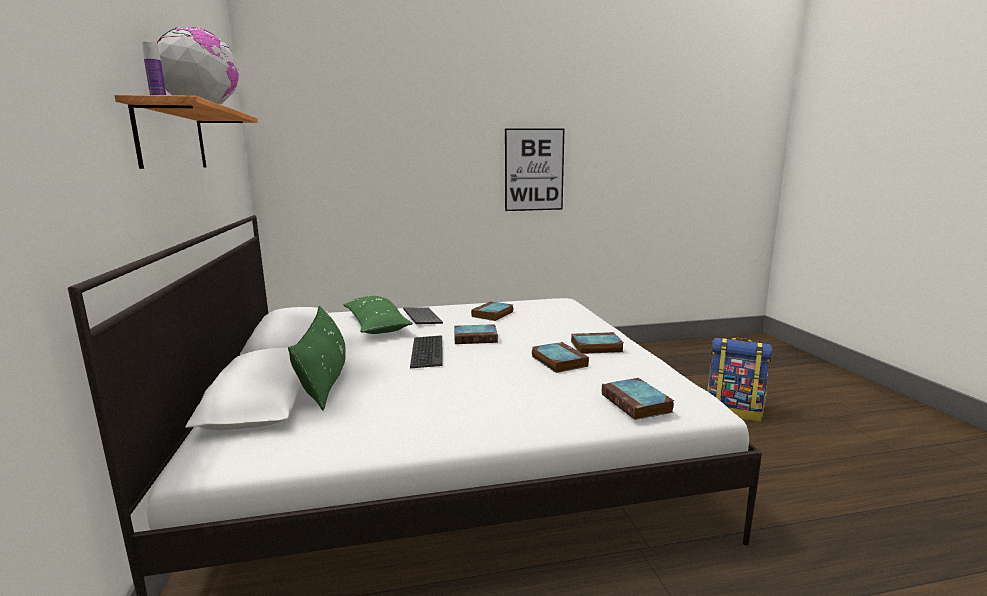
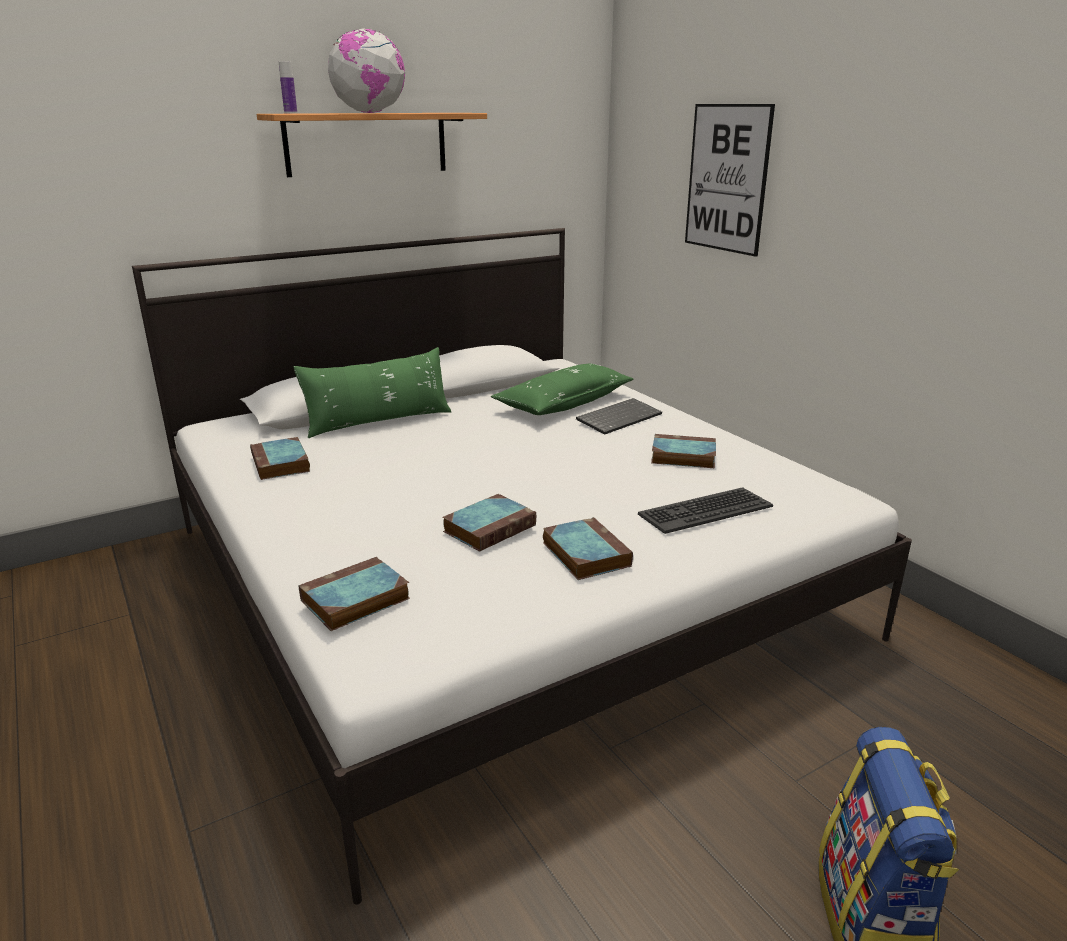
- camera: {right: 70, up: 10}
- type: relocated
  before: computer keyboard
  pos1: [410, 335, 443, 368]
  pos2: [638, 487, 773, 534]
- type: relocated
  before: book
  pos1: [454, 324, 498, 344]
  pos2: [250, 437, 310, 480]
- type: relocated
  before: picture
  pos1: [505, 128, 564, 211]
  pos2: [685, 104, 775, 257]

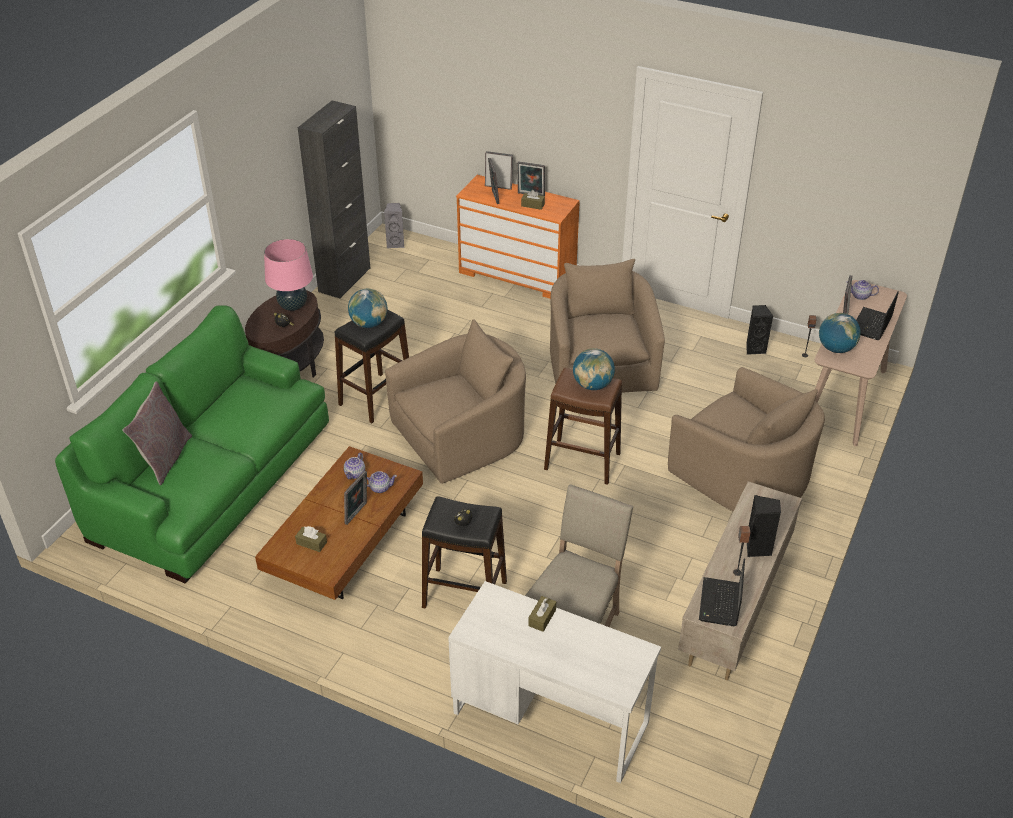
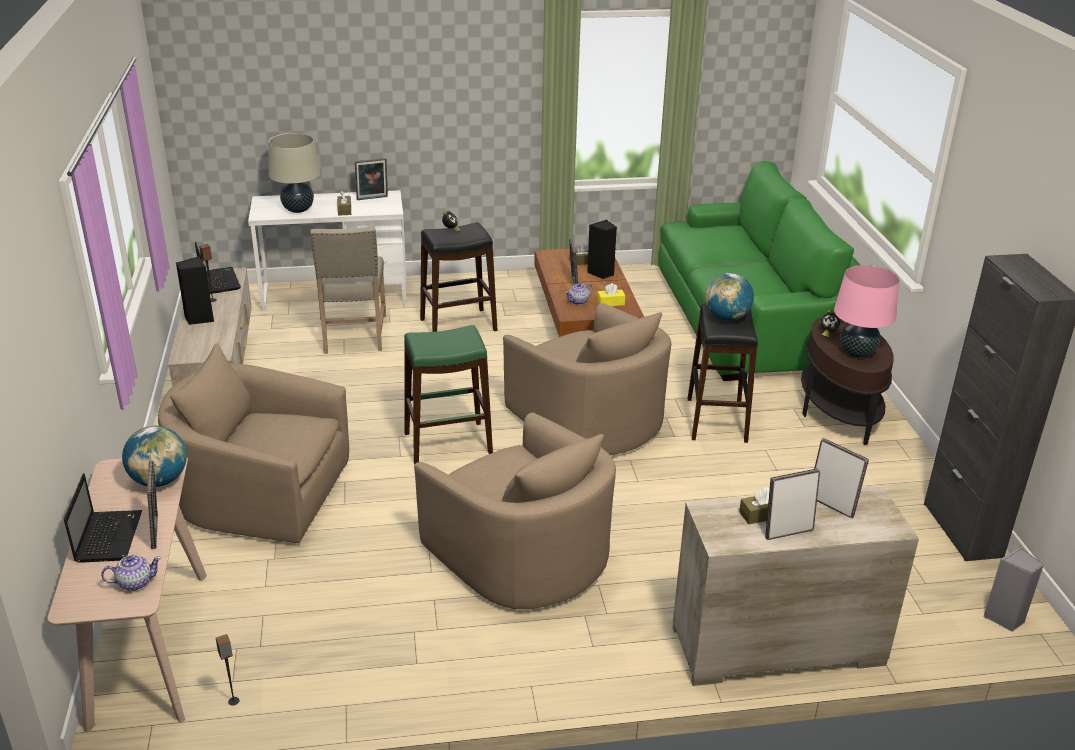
- camera: {right: 145, up: -10}
- type: missing
  before: cushion (grey)
  pos1: [123, 381, 192, 485]
- type: exchanged
  before: pot for tea
  after: tissue holder (yellowish)
  pos1: [344, 453, 365, 479]
  pos2: [597, 283, 625, 306]
- type: spun
  before: armchair (beige)
  pos1: [385, 319, 526, 484]
  pos2: [503, 303, 671, 455]
  turn: -60
- type: colour
  before: drawer chest (orangey)
  after: drawer chest (beige)
  pos1: [456, 175, 580, 299]
  pos2: [672, 486, 919, 686]
- type: relocated
  before: standing frame
  pos1: [485, 151, 513, 190]
  pos2: [355, 158, 388, 200]
- type: colour
  before: stool seat (brownish)
  after: stool seat (green-coloured)
  pos1: [544, 368, 622, 485]
  pos2: [404, 325, 493, 465]
- type: missing
  before: world globe
  pos1: [573, 348, 615, 390]
- type: relocated
  before: loudspeaker (black)
  pos1: [746, 305, 773, 355]
  pos2: [587, 220, 617, 279]
- type: appeared
  after: lamp for a table (beige)
  pos2: [268, 133, 320, 213]

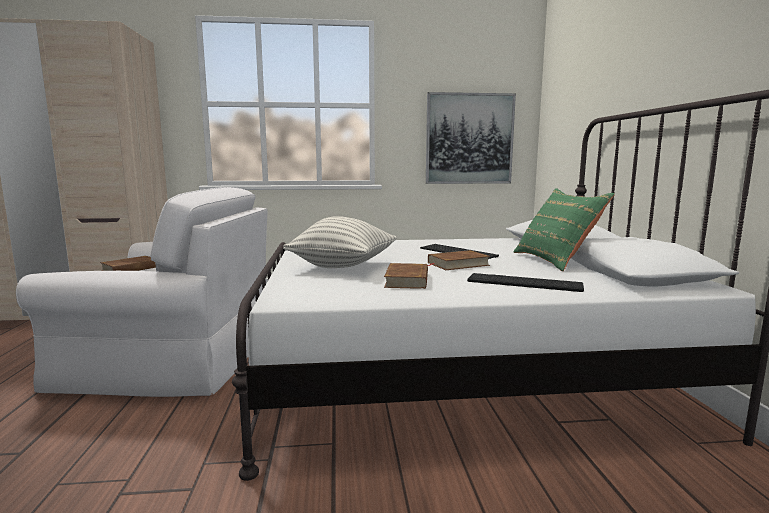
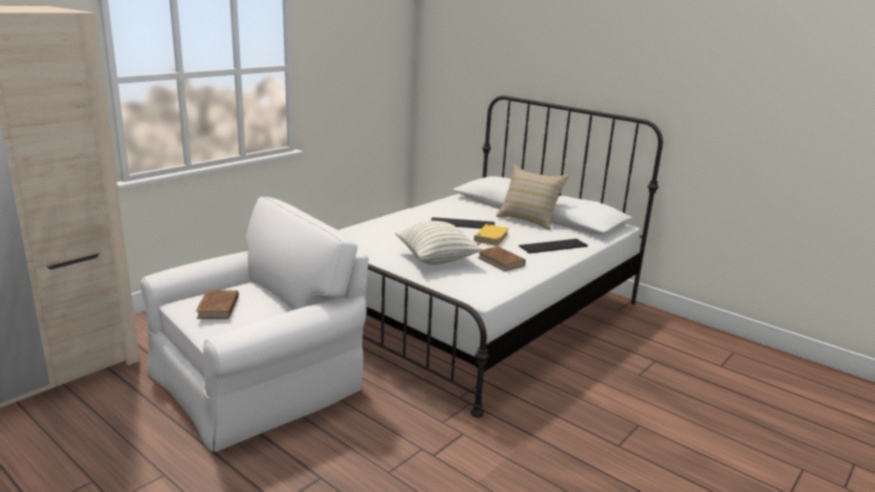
- camera: {right: -45, up: 10}
- type: missing
  before: picture
  pos1: [426, 92, 516, 184]
- type: colour
  before: book (brownish)
  after: book (yellowish)
  pos1: [428, 250, 490, 270]
  pos2: [474, 224, 509, 246]
- type: colour
  before: cushion (green-coloured)
  after: cushion (beige)
  pos1: [514, 188, 615, 271]
  pos2: [496, 165, 569, 230]

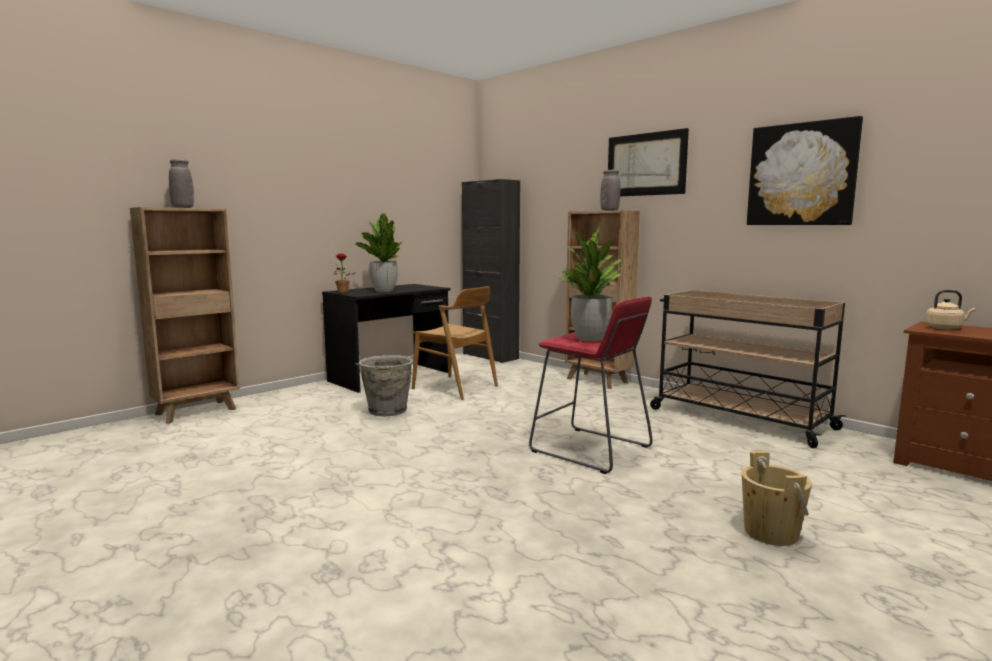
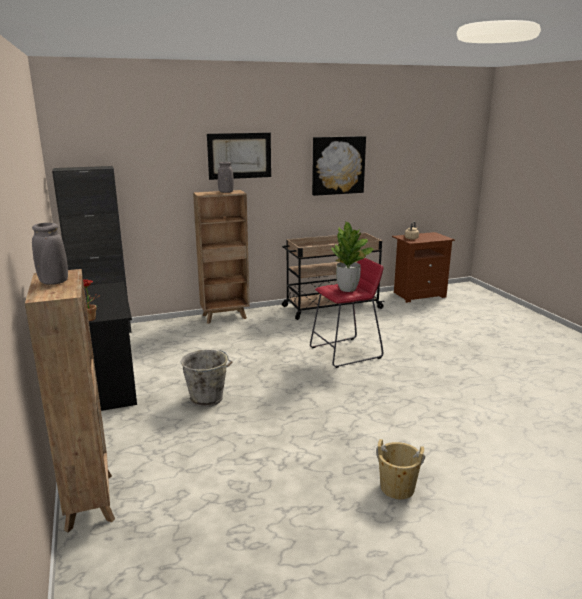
- camera: {right: -65, up: 10}
- type: missing
  before: houseplant
  pos1: [355, 213, 402, 292]
- type: missing
  before: chair (brownish)
  pos1: [412, 286, 498, 400]
- type: relocated
  before: pail (beige)
  pos1: [741, 451, 812, 546]
  pos2: [376, 439, 425, 499]

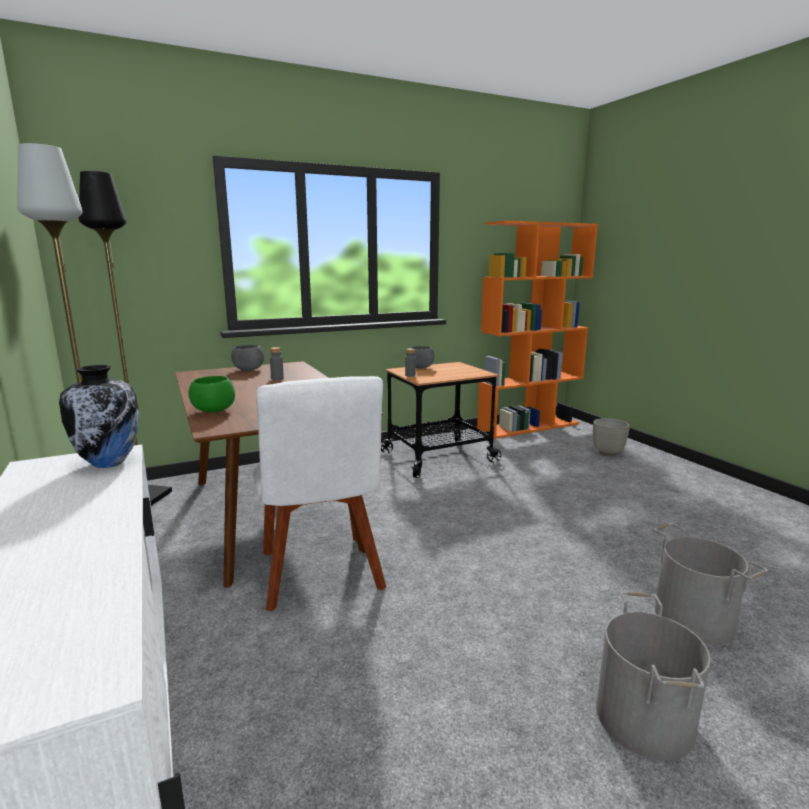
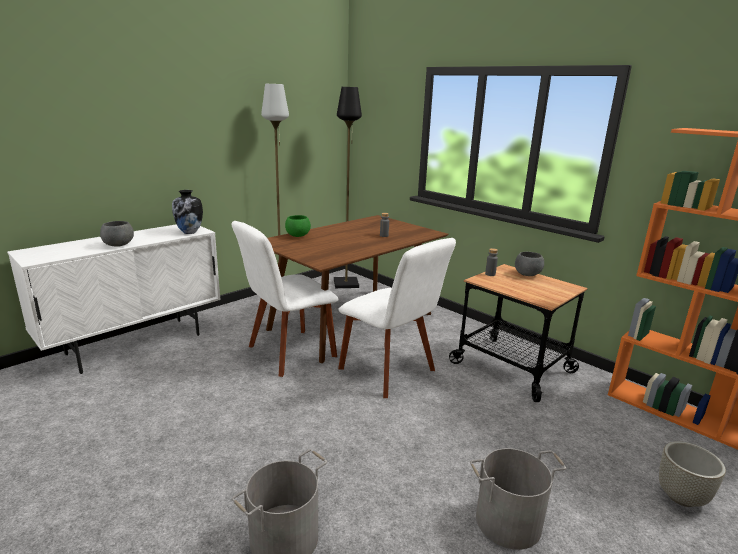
- camera: {right: 70, up: 5}
- type: relocated
  before: deep dish (grey)
  pos1: [231, 345, 264, 371]
  pos2: [100, 221, 134, 246]
- type: relocated
  before: pail (grey)
  pos1: [596, 592, 710, 761]
  pos2: [470, 448, 566, 550]
- type: appeared
  after: chair (white-coloured)
  pos2: [338, 238, 456, 398]

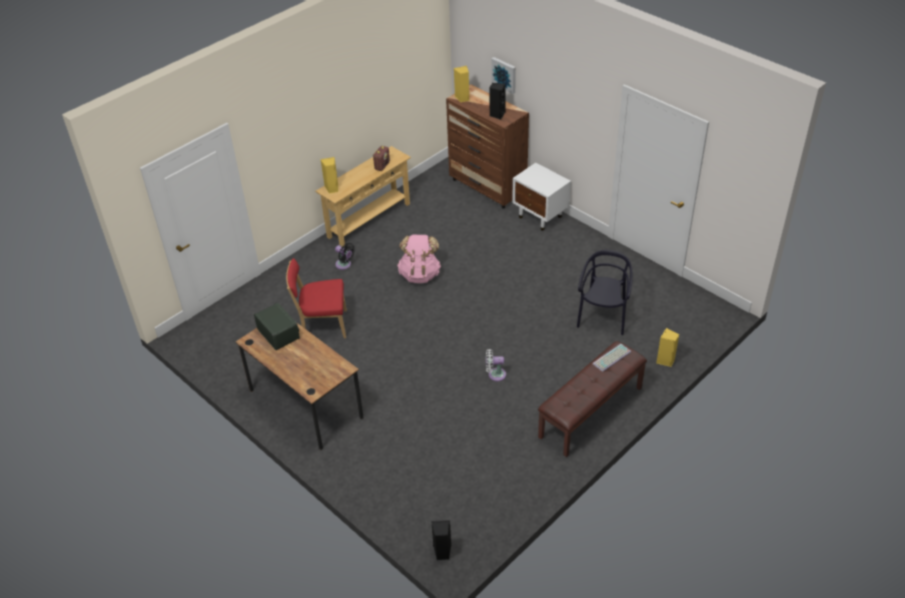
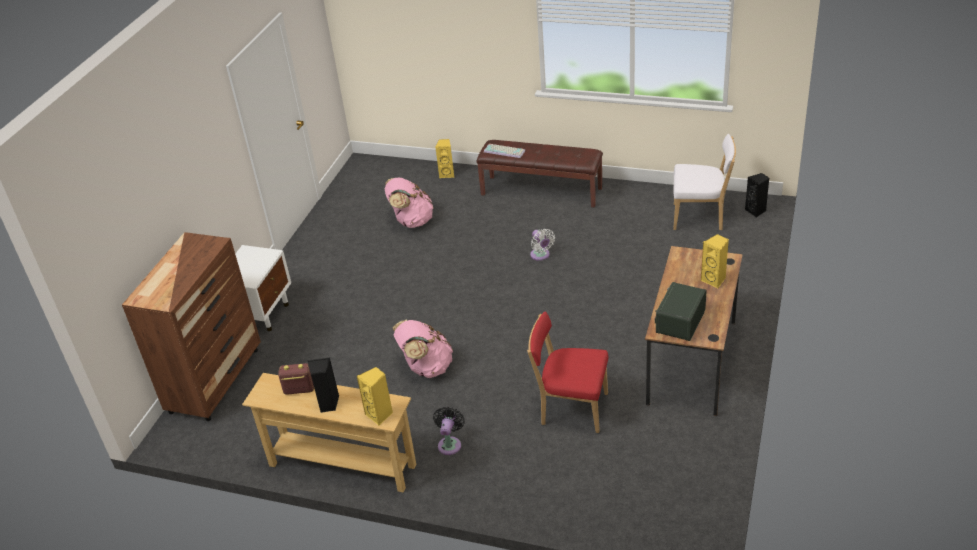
- camera: {right: -115, up: -5}
- type: spun
  before: chair (red)
  pos1: [286, 258, 347, 338]
  pos2: [527, 311, 608, 433]
  turn: 135
- type: relocated
  before: loudspeaker (yellowish)
  pos1: [454, 66, 469, 102]
  pos2: [701, 234, 729, 289]
- type: relocated
  before: loudspeaker (black)
  pos1: [489, 83, 506, 120]
  pos2: [307, 357, 339, 413]
- type: missing
  before: picture
  pos1: [491, 57, 516, 94]
- type: exchanged
  before: chair (black)
  after: rucksack (pinkish)
  pos1: [577, 250, 633, 335]
  pos2: [385, 178, 433, 228]
- type: appeared
  after: chair (white-coloured)
  pos2: [673, 134, 736, 230]

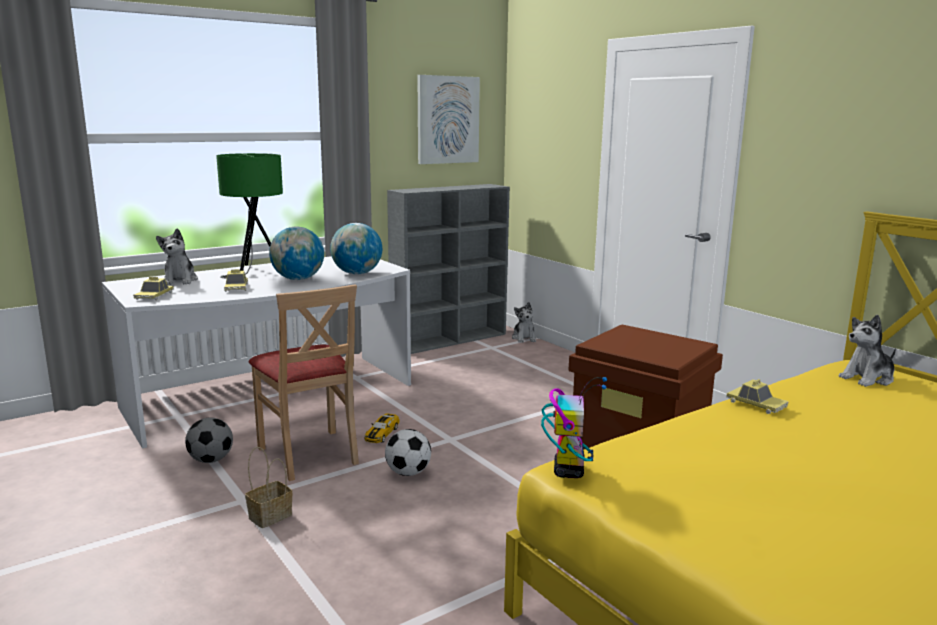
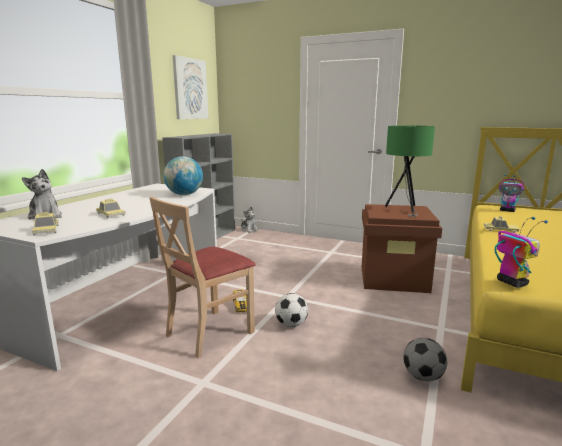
- camera: {right: -30, up: 0}
- type: relocated
  before: football ball
  pos1: [185, 417, 233, 463]
  pos2: [403, 338, 447, 381]
- type: relocated
  before: lamp for a table (green-coloured)
  pos1: [216, 153, 283, 278]
  pos2: [385, 125, 435, 217]
- type: missing
  before: household basket
  pos1: [245, 447, 293, 528]
- type: spun
  before: chair (beige)
  pos1: [249, 284, 359, 481]
  pos2: [149, 197, 256, 358]
  turn: 105
- type: missing
  before: world globe
  pos1: [269, 227, 324, 280]
- type: exchanged
  before: cuddly toy
  after: robot figure
  pos1: [839, 315, 896, 387]
  pos2: [499, 174, 524, 212]

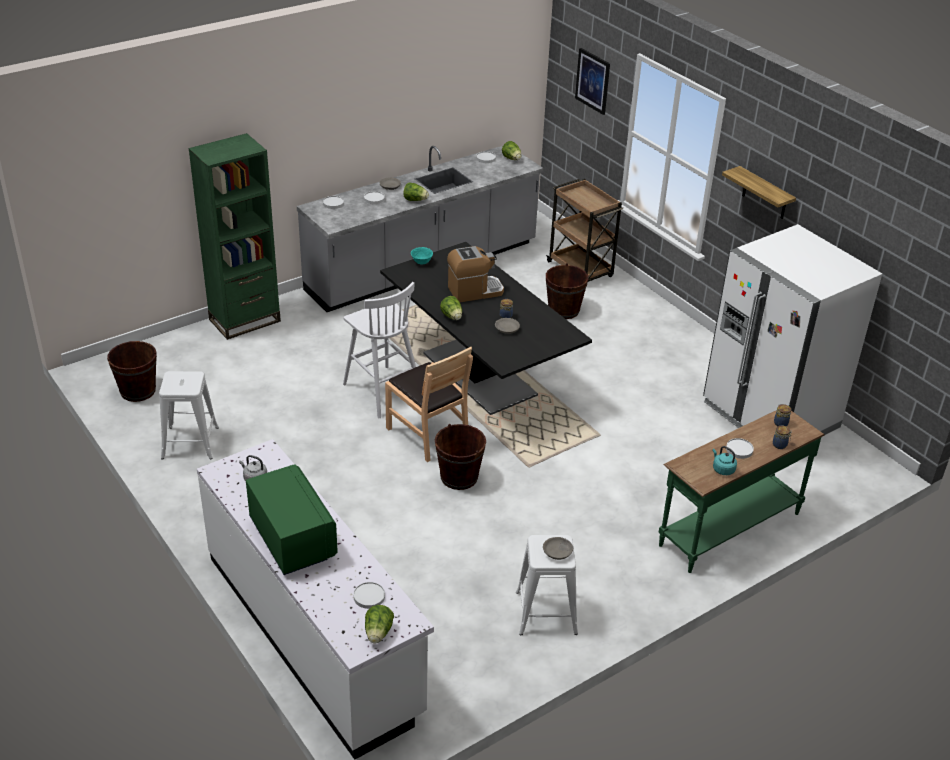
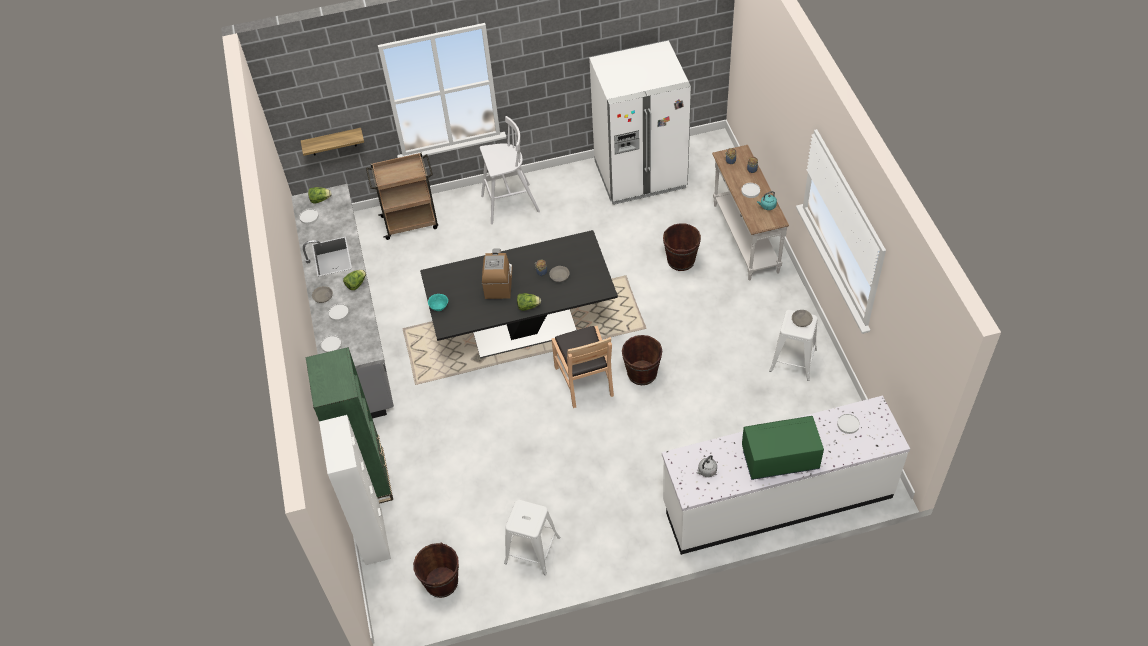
- camera: {right: -65, up: 15}
- type: relocated
  before: stool seat (white-coloured)
  pos1: [343, 282, 416, 418]
  pos2: [480, 116, 540, 224]
- type: missing
  before: head of lettuce
  pos1: [365, 605, 394, 644]
- type: spun
  before: chair (brownish)
  pos1: [385, 347, 473, 462]
  pos2: [552, 326, 614, 408]
  turn: 90
- type: relocated
  before: pail (brownish)
  pos1: [546, 263, 588, 319]
  pos2: [663, 223, 701, 271]
- type: missing
  before: picture
  pos1: [575, 48, 610, 115]
- type: colour
  before: hall table (green-coloured)
  after: hall table (white-coloured)
  pos1: [659, 410, 825, 573]
  pos2: [712, 145, 789, 281]
- type: relocated
  before: wall shelf
  pos1: [722, 166, 796, 219]
  pos2: [301, 128, 364, 156]
- type: appeared
  after: storage cabinet (white-coloured)
  pos2: [319, 415, 391, 565]

